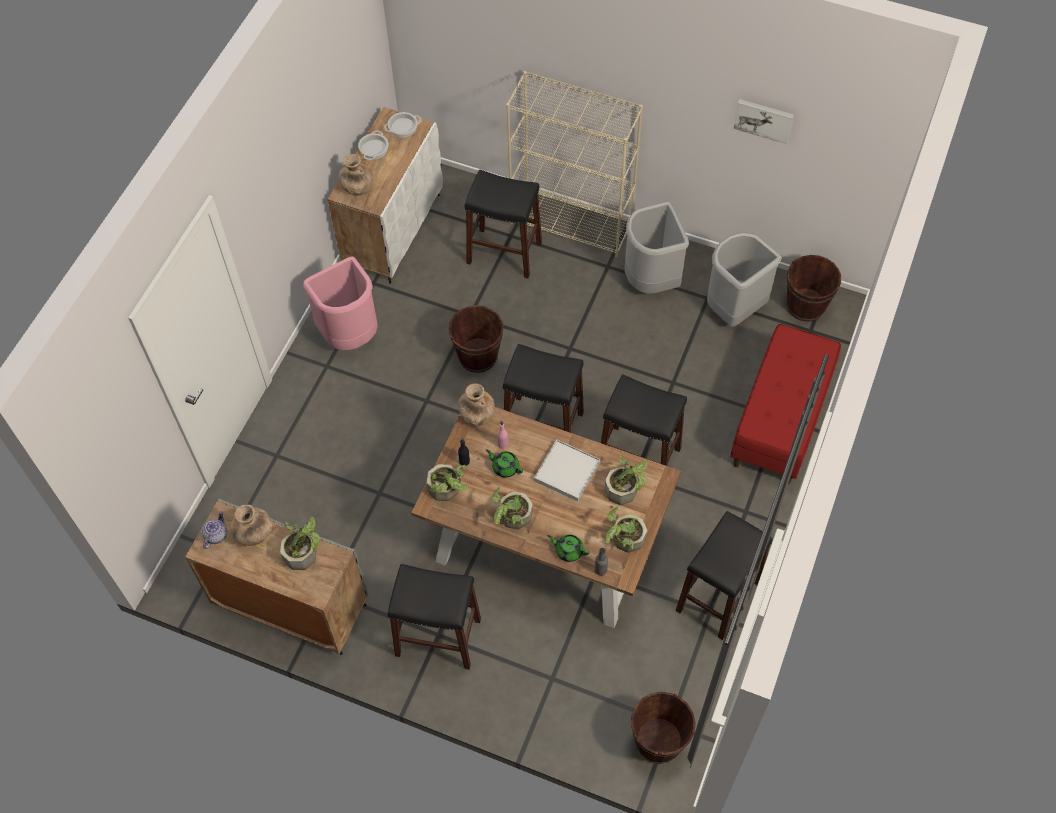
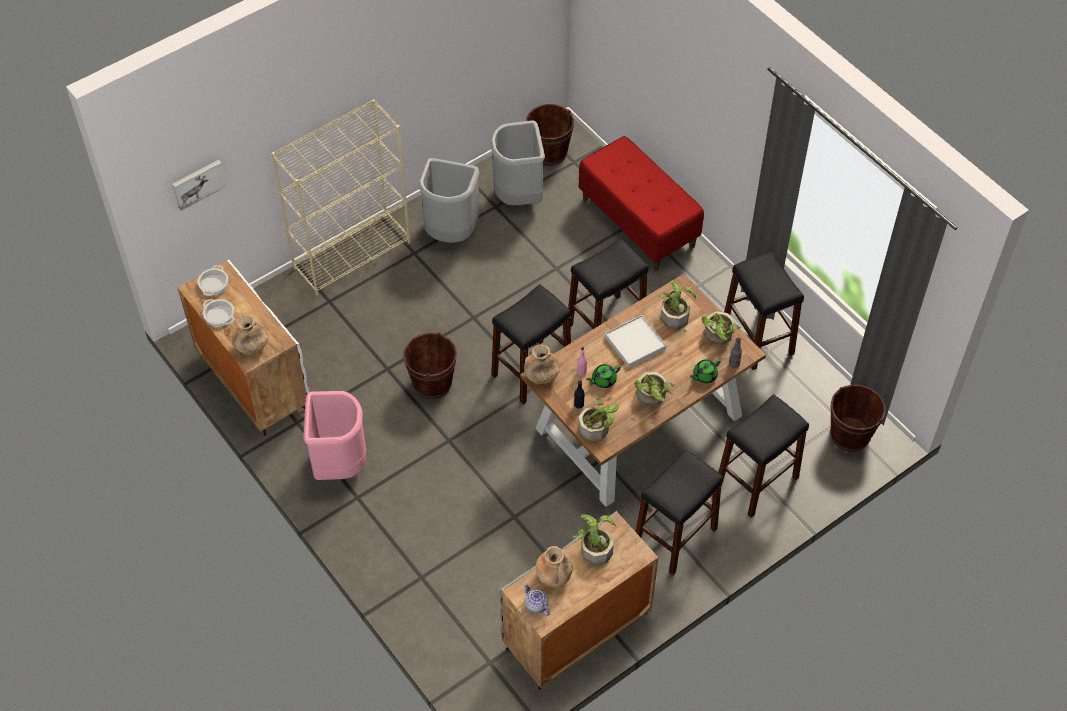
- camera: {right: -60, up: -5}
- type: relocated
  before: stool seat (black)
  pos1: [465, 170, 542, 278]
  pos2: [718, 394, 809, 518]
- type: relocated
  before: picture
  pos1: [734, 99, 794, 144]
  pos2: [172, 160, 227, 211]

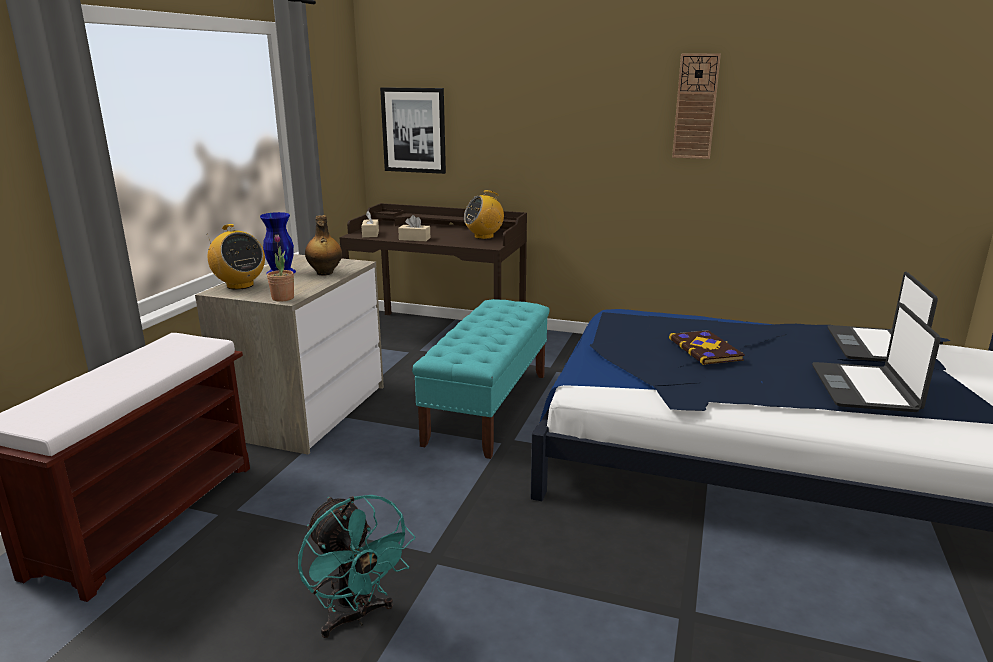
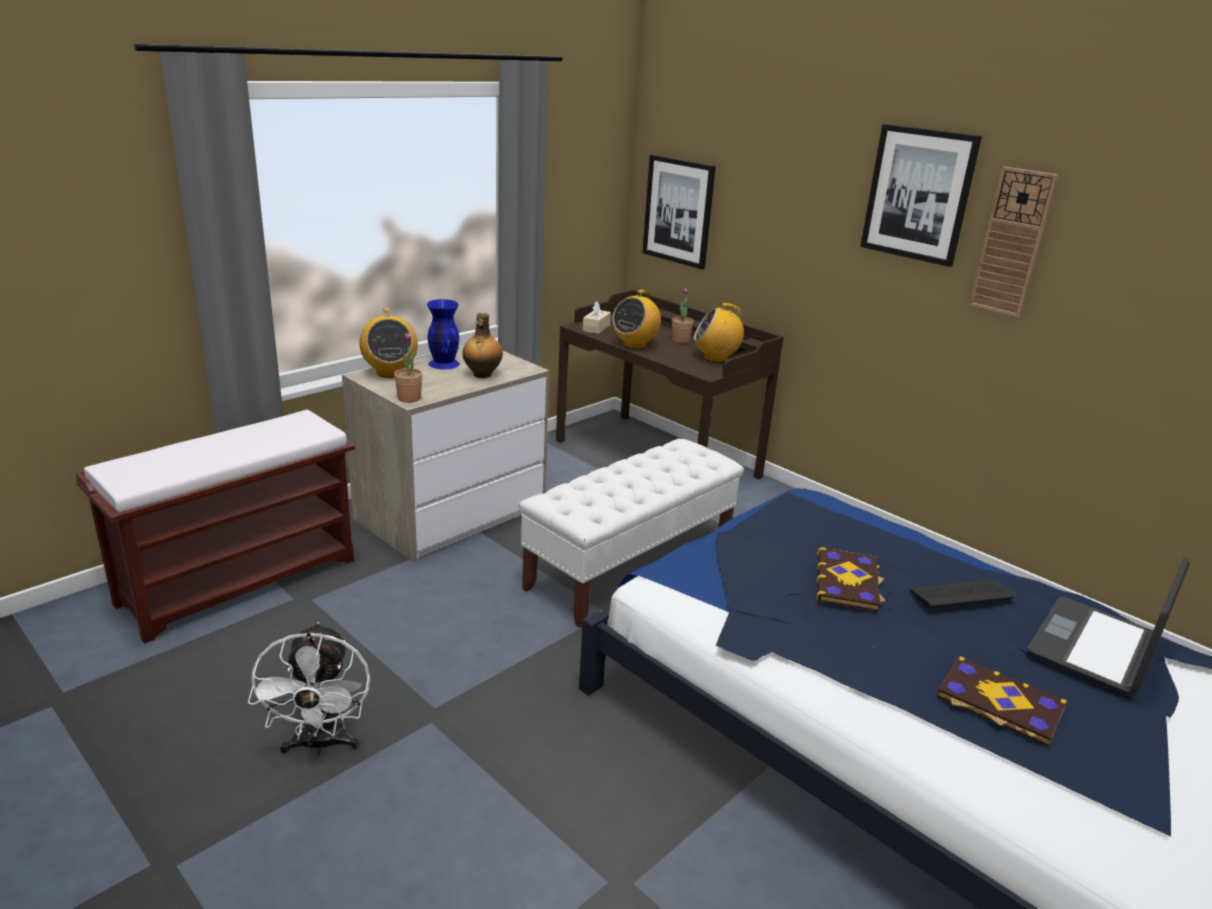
- camera: {right: 25, up: 5}
- type: colour
  before: electric fan (blue-green)
  after: electric fan (white-coloured)
  pos1: [298, 495, 415, 638]
  pos2: [248, 622, 370, 755]
- type: exchanged
  before: tissue holder (beige)
  after: radio set
  pos1: [398, 215, 430, 241]
  pos2: [613, 290, 661, 349]
- type: colour
  before: long seat (blue-green)
  after: long seat (white-coloured)
  pos1: [412, 299, 549, 459]
  pos2: [519, 439, 744, 628]
- type: exchanged
  before: portable computer
  after: book
  pos1: [812, 303, 941, 412]
  pos2: [937, 656, 1067, 747]
- type: appeared
  after: houseplant
  pos2: [672, 288, 693, 343]
- type: appeared
  after: picture
  pos2: [860, 124, 982, 267]
- type: appeared
  after: computer keyboard
  pos2: [909, 580, 1016, 609]

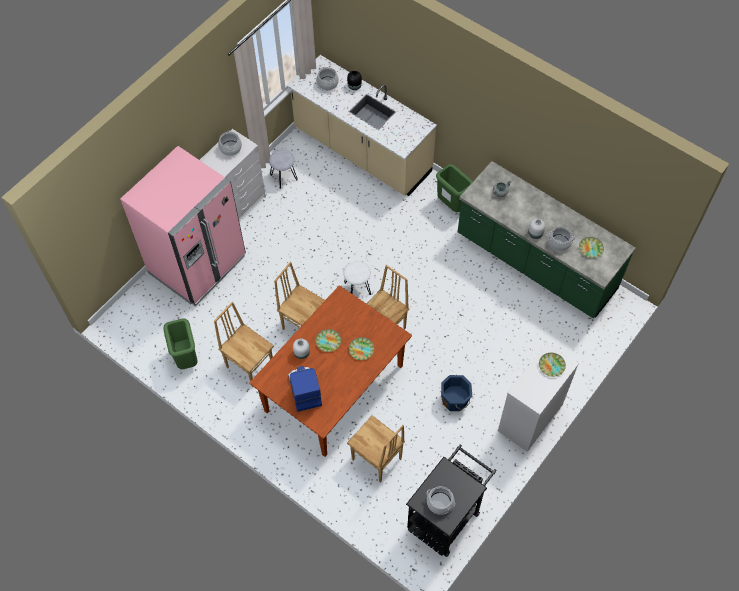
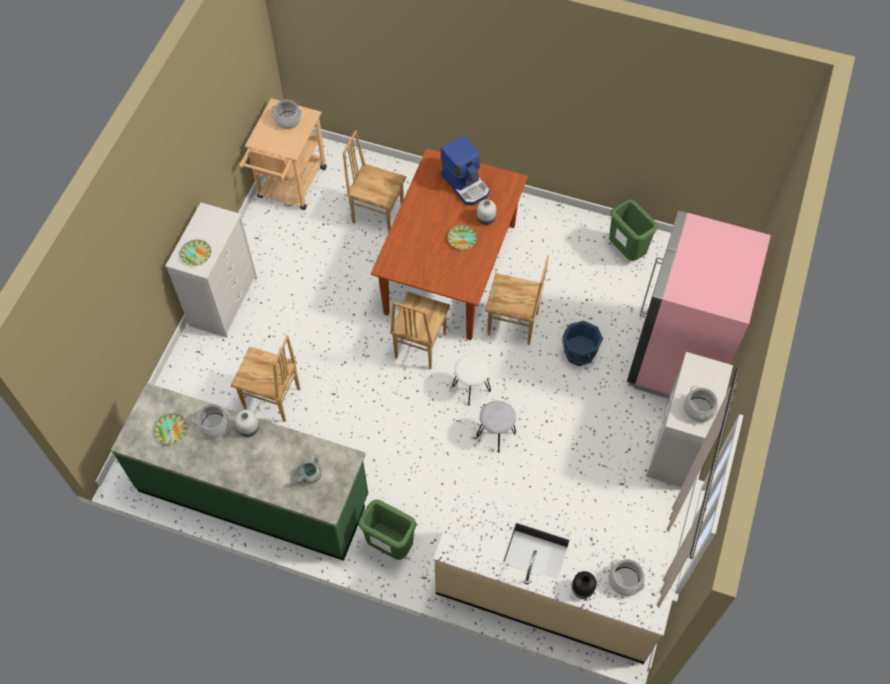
- camera: {right: 160, up: 0}
- type: relocated
  before: chair (brownish)
  pos1: [214, 302, 274, 387]
  pos2: [231, 336, 300, 422]
- type: relocated
  before: stool seat (grey)
  pos1: [269, 150, 298, 189]
  pos2: [476, 401, 516, 453]
- type: missing
  before: plate
  pos1: [349, 337, 374, 360]
- type: colour
  before: cart (black)
  after: cart (beige)
  pos1: [406, 444, 496, 557]
  pos2: [239, 98, 327, 210]
- type: relocated
  before: pail (bluish)
  pos1: [441, 375, 472, 411]
  pos2: [562, 320, 603, 366]

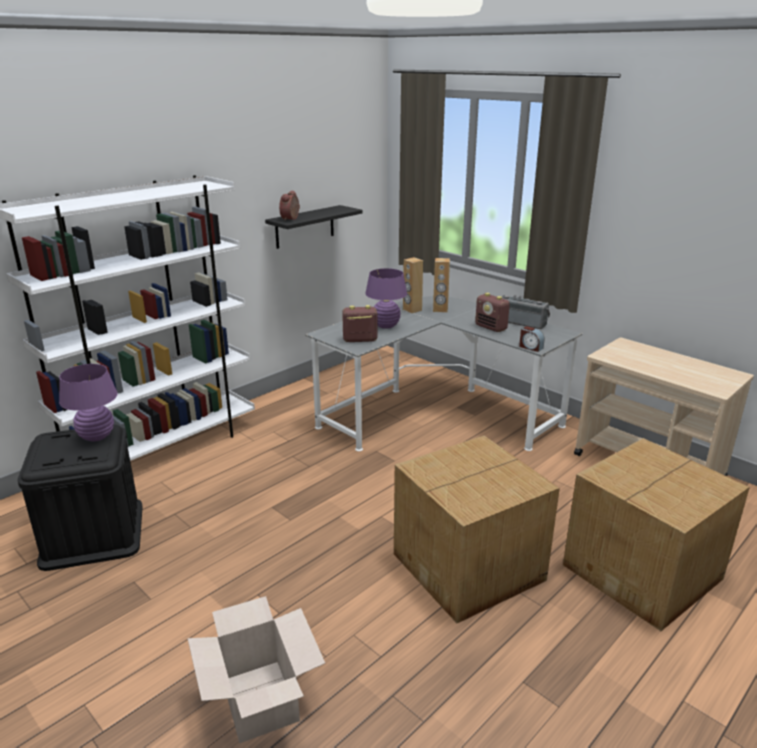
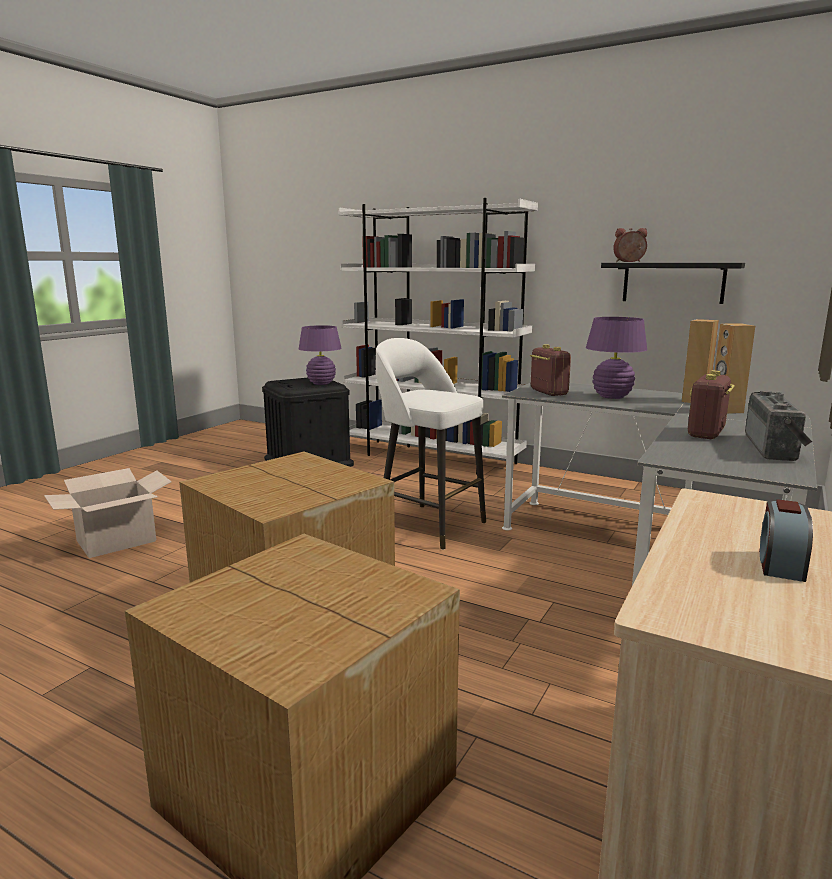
- camera: {right: 75, up: -10}
- type: relocated
  before: table clock
  pos1: [519, 326, 545, 352]
  pos2: [759, 499, 813, 582]
- type: appeared
  after: stool seat (white-coloured)
  pos2: [376, 338, 486, 550]

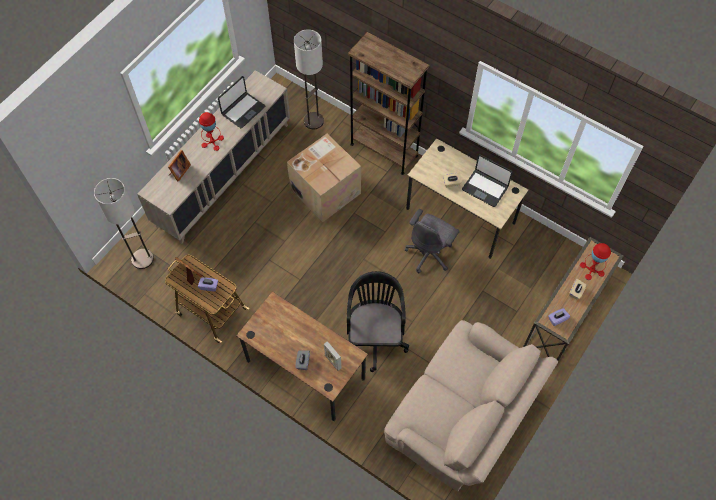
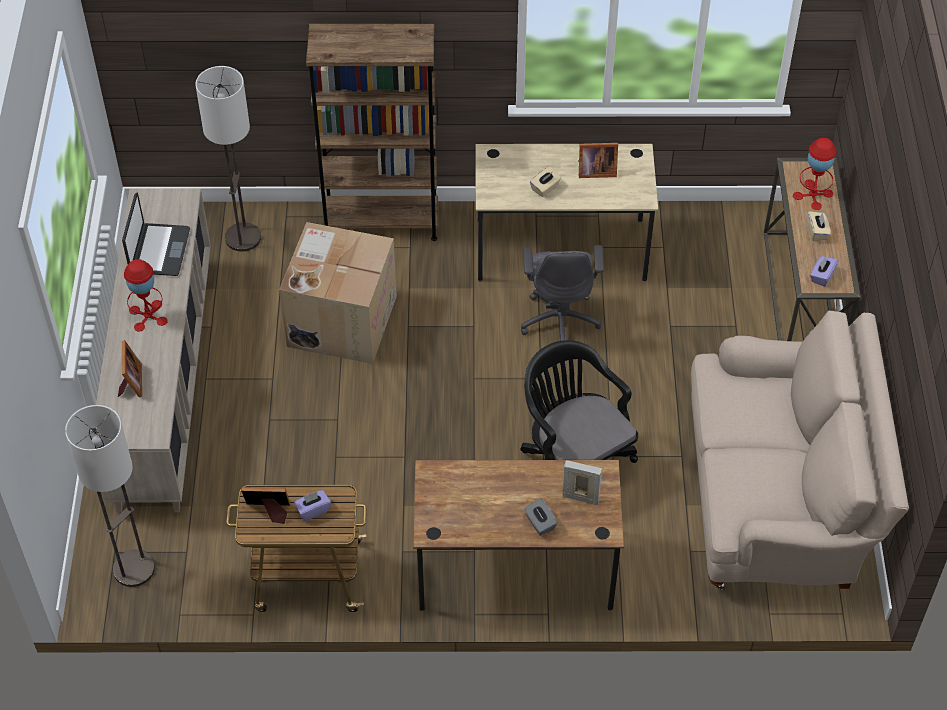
- camera: {right: -35, up: -10}
- type: exchanged
  before: portable computer
  after: standing frame
  pos1: [462, 154, 513, 207]
  pos2: [578, 143, 618, 178]

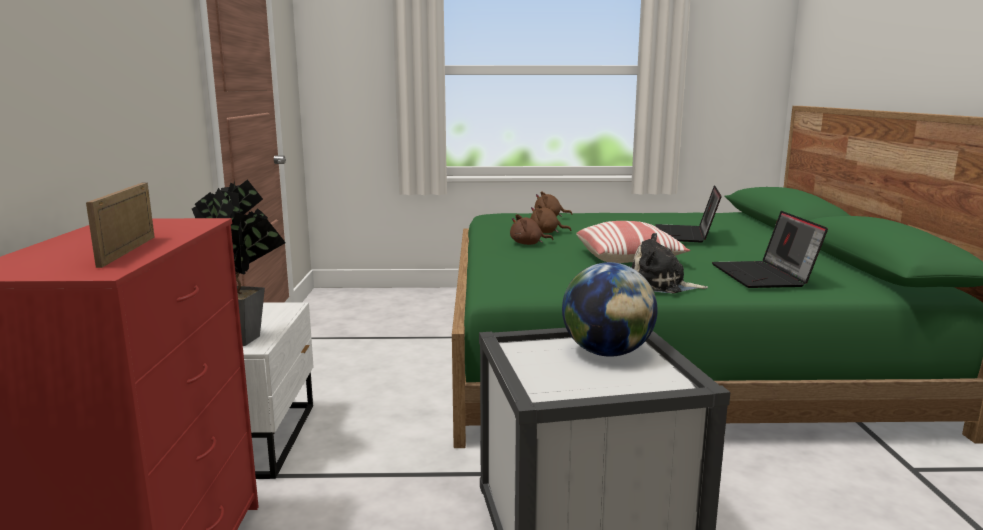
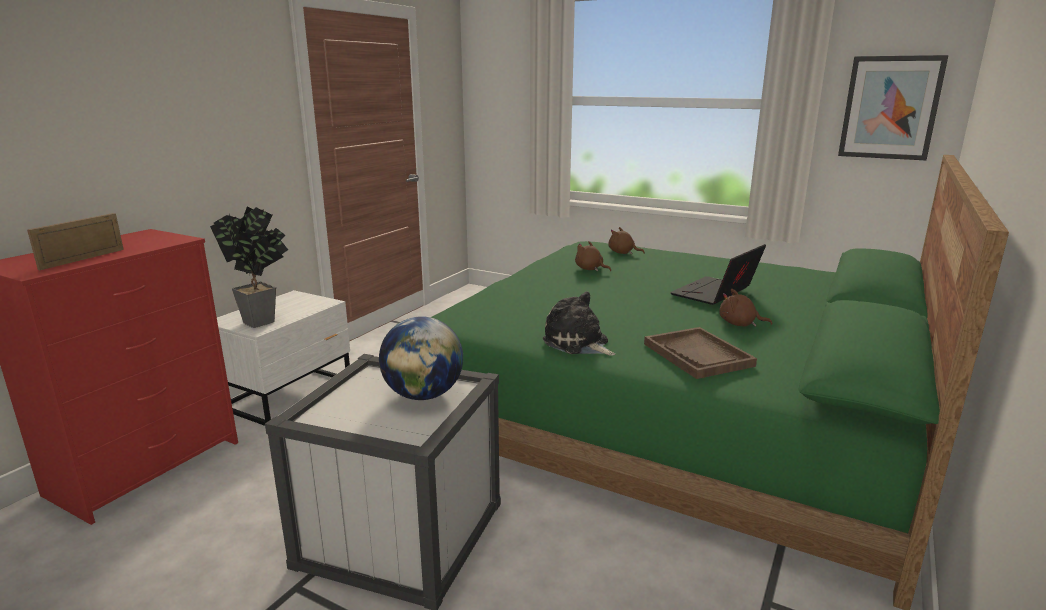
- camera: {right: 30, up: 5}
- type: relocated
  before: cuddly toy (brownish)
  pos1: [510, 214, 554, 245]
  pos2: [719, 289, 772, 327]
- type: missing
  before: cushion
  pos1: [576, 221, 690, 263]
- type: exchanged
  before: portable computer
  after: carrying tray (brownish)
  pos1: [712, 211, 828, 288]
  pos2: [644, 327, 757, 379]
- type: appeared
  after: picture
  pos2: [838, 55, 948, 160]

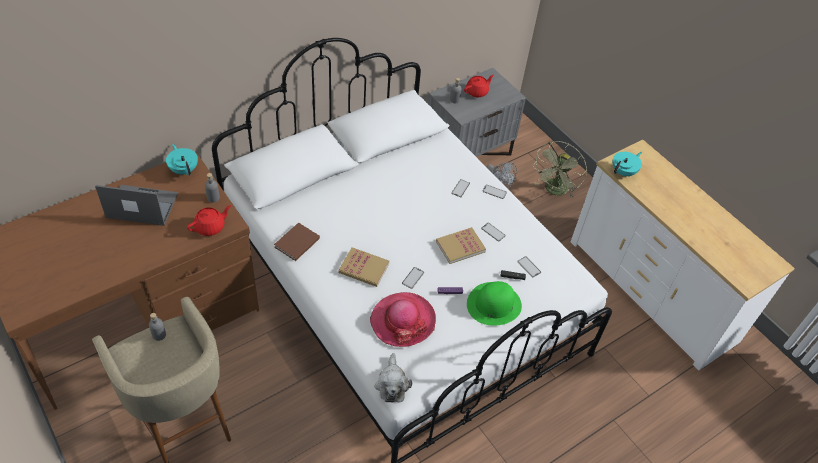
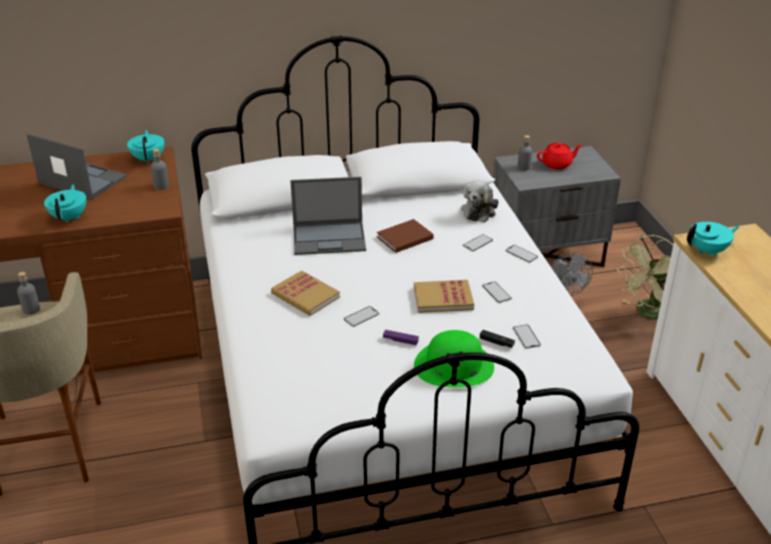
- camera: {right: 25, up: -15}
- type: missing
  before: pot for tea (red)
  pos1: [187, 205, 231, 236]
- type: relocated
  before: book (brownish)
  pos1: [274, 222, 320, 261]
  pos2: [377, 219, 434, 253]
- type: missing
  before: wearable hat
  pos1: [370, 292, 436, 347]
- type: relocated
  before: cuddly toy
  pos1: [375, 353, 412, 403]
  pos2: [461, 181, 499, 223]
- type: appeared
  after: pot for tea (blue-green)
  pos2: [44, 184, 87, 223]
- type: appeared
  after: portable computer
  pos2: [290, 177, 366, 255]

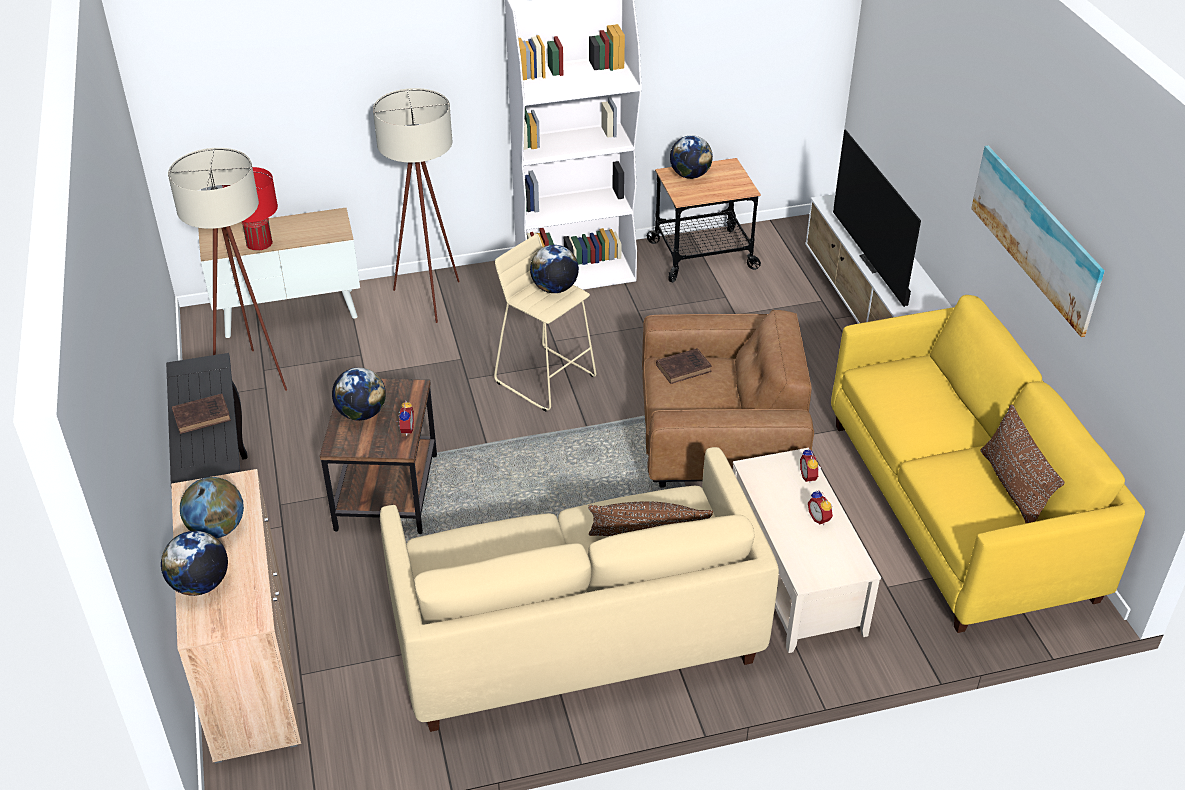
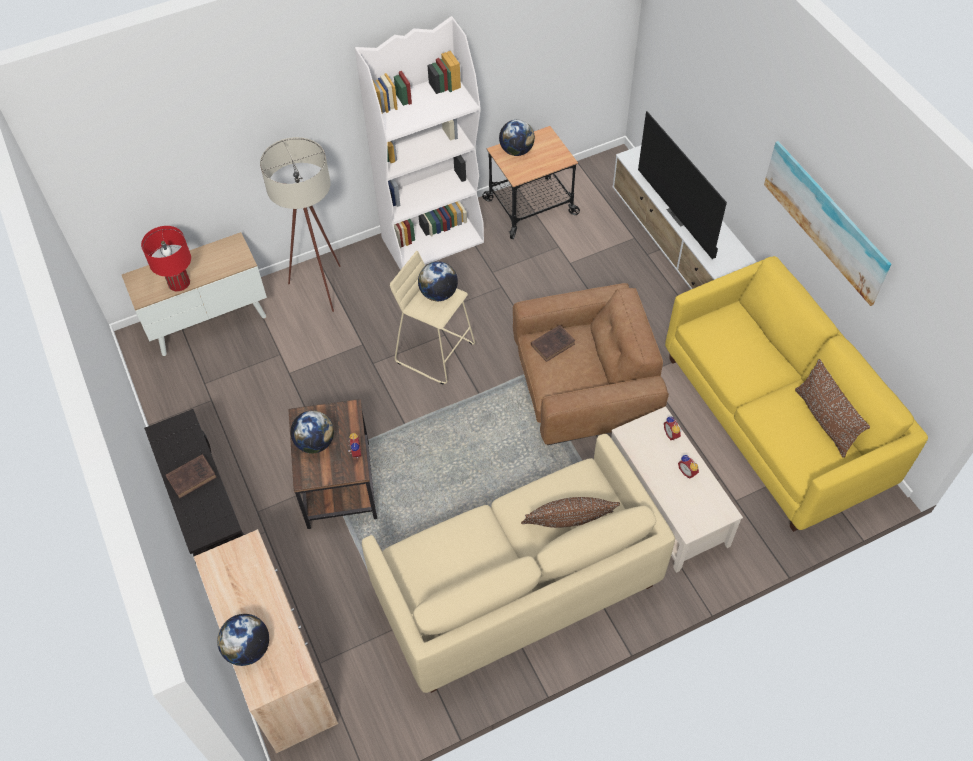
- camera: {right: -10, up: 15}
- type: missing
  before: standing lamp (beige)
  pos1: [168, 148, 287, 391]
- type: missing
  before: world globe
  pos1: [180, 477, 244, 538]

